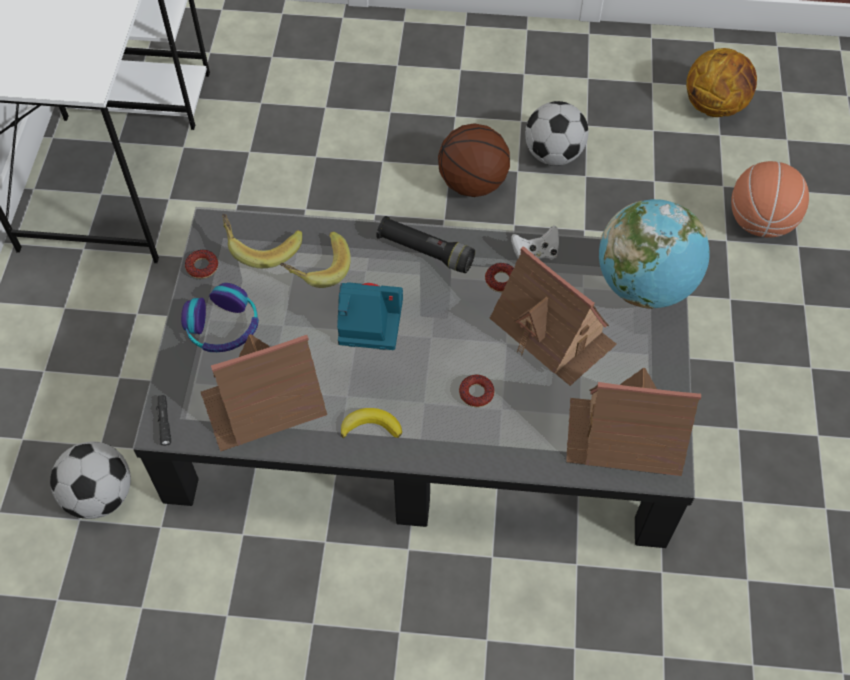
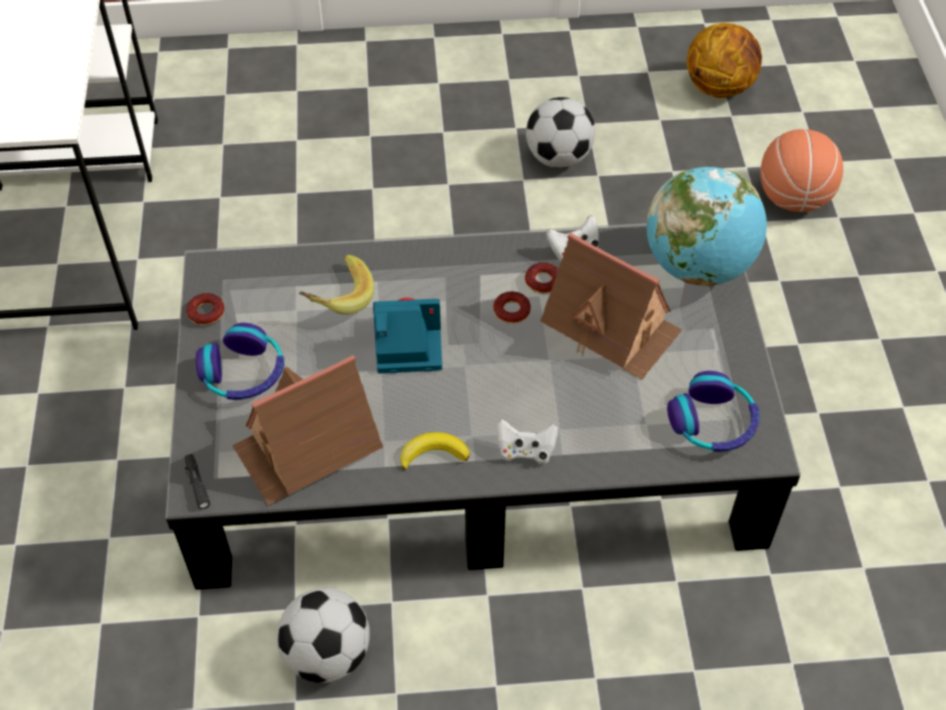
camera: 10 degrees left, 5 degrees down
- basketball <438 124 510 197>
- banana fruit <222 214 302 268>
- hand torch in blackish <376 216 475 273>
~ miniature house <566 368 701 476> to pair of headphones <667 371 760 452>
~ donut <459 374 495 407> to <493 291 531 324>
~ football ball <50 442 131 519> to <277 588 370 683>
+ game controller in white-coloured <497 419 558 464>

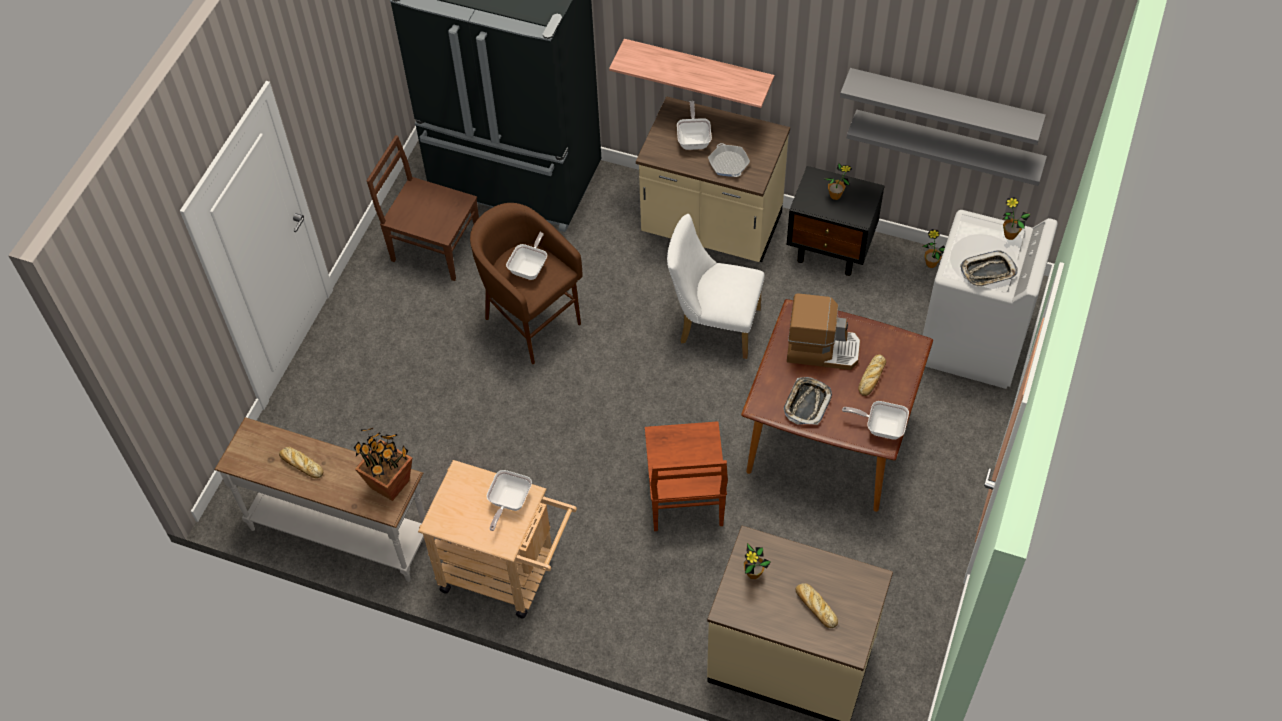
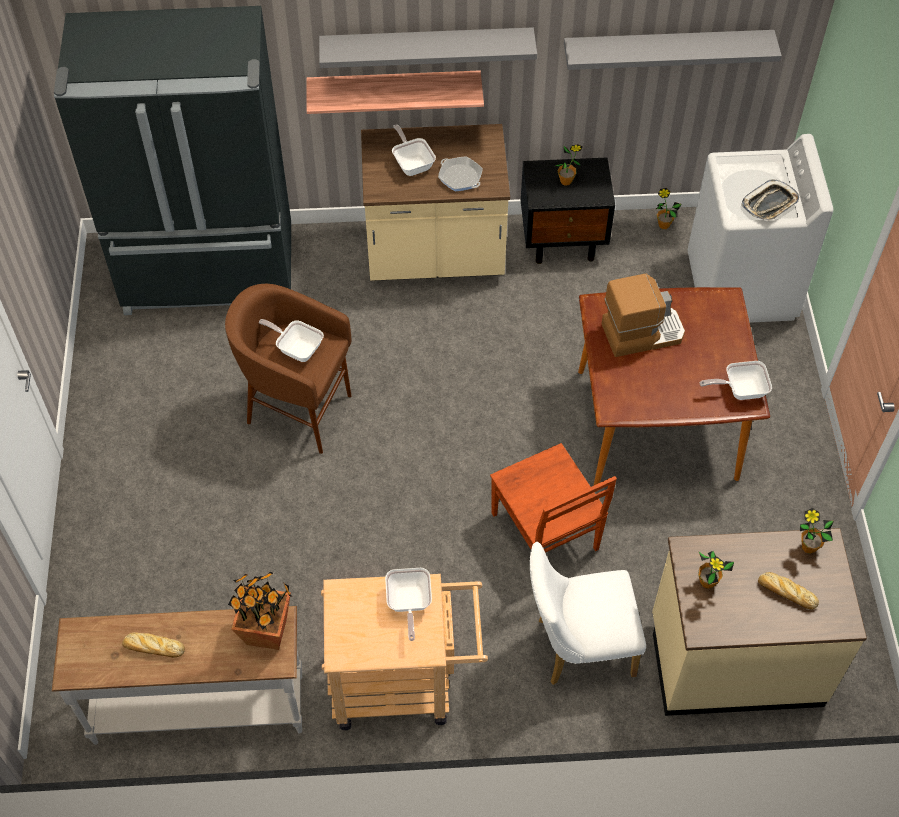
camera: 25 degrees left, 0 degrees up
~ wall shelf in grey <847 110 1047 186> to <319 27 537 68>
- plain chair in brownish <366 135 479 281>
~ potted plant <1003 197 1031 240> to <800 508 834 554>
~ plain chair in white-coloured <667 214 765 359> to <530 542 646 685>
~ skillet <506 232 547 280> = <259 319 324 362> 60 degrees counterclockwise
- baked bread <858 354 886 396>
- serving tray <784 377 832 425>

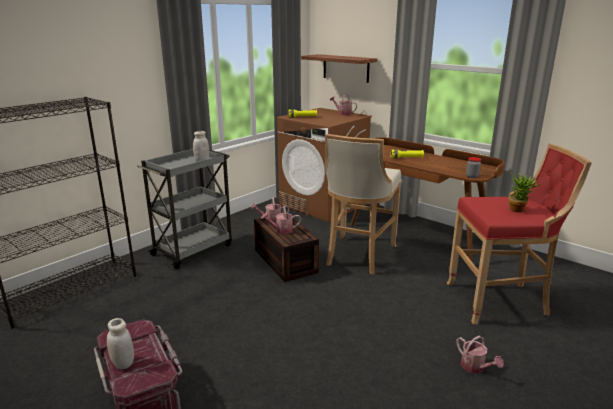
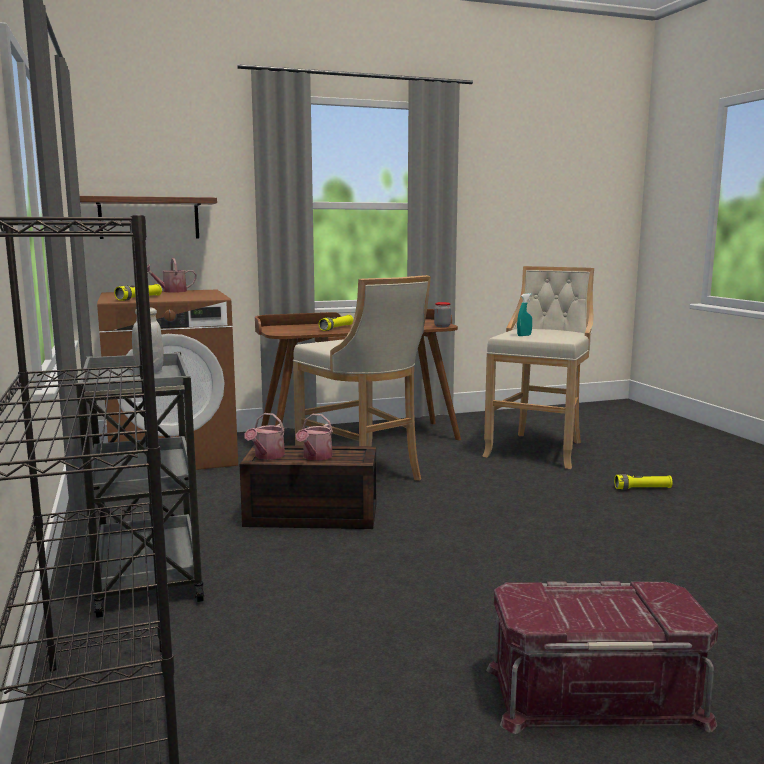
camera: 60 degrees left, 10 degrees down
~ sitting stool in red-coloured <447 144 592 324> to sitting stool in sand-coloured <482 266 594 469>
- potted plant <508 172 541 212>
- preserve jar in white-coloured <107 318 134 369>
~ sprinkling can <456 336 504 373> to hand torch in yellow-coloured <614 474 672 490>
+ sprayer in turquoise <517 293 532 336>

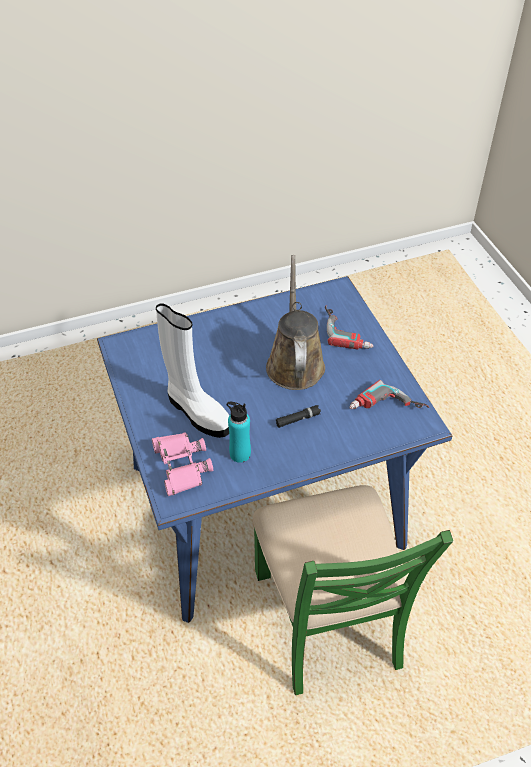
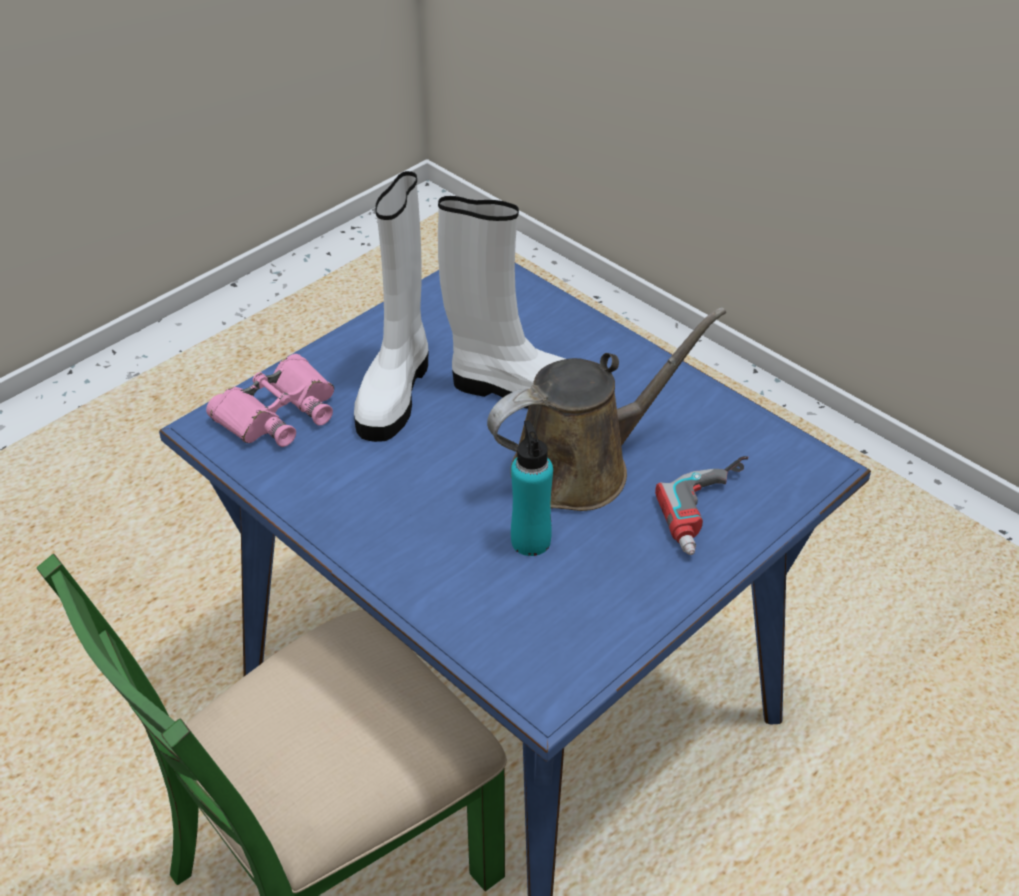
camera: 65 degrees right, 5 degrees down
- electric drill <349 380 429 409>
~ beverage bottle in turquoise <227 402 251 463> to <511 420 553 556>
- hand torch in blackish <276 405 321 428>
+ tall boot in white-coloured <438 196 565 409>

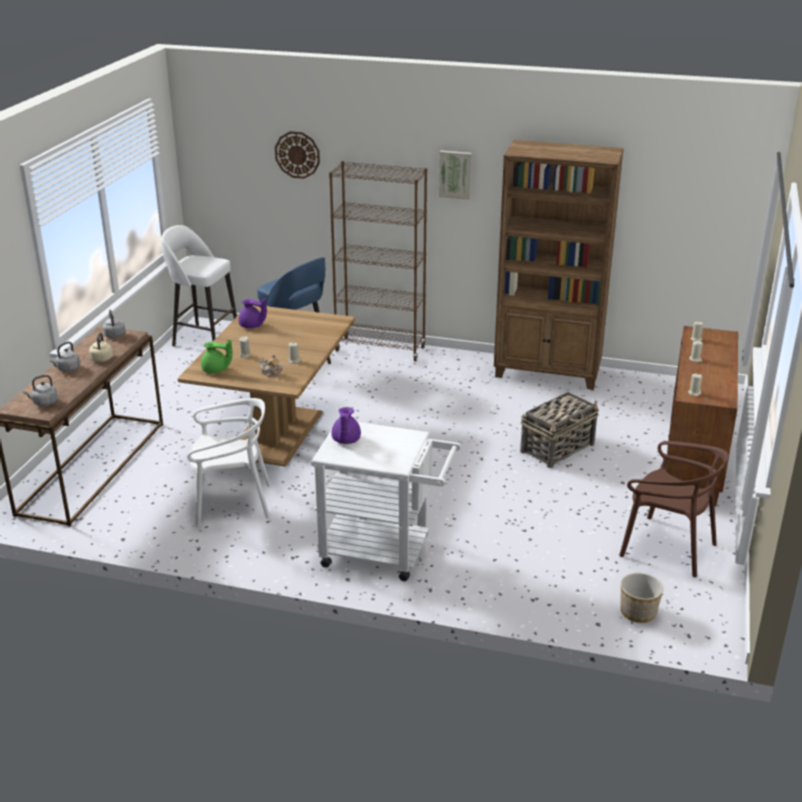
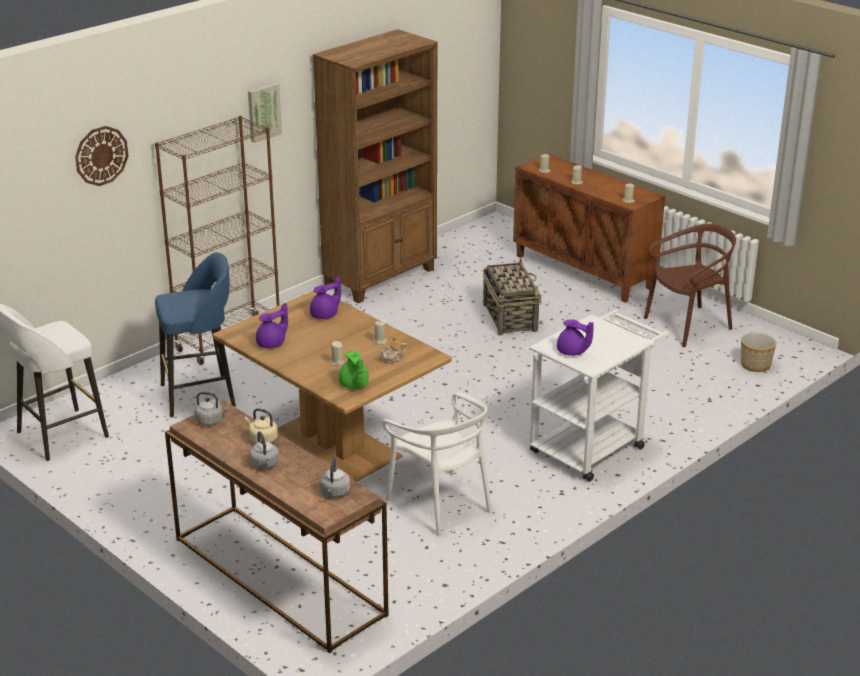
camera: 60 degrees left, 0 degrees up
~ teapot in green <201 340 233 373> = <339 351 369 389> 120 degrees clockwise
~ plain chair in white-coloured <187 398 271 527> = <382 392 492 535> 120 degrees clockwise
+ teapot in purple-coloured <310 276 341 319>

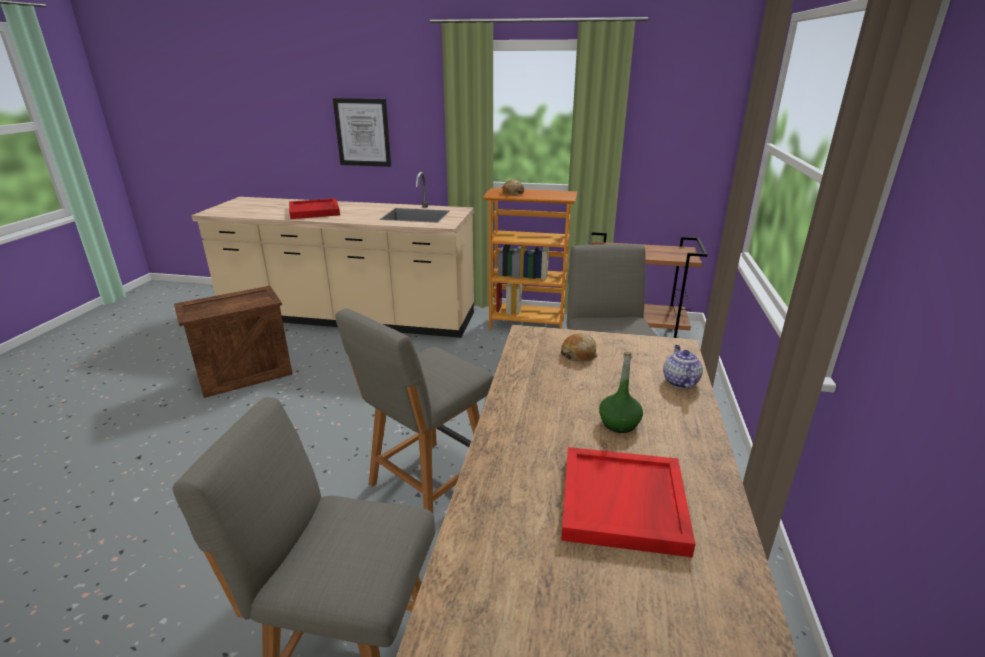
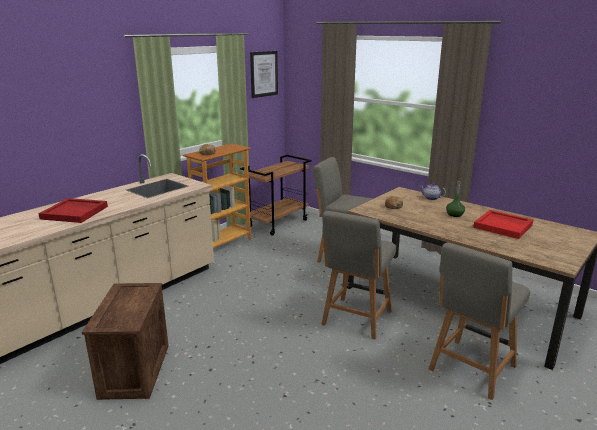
camera: 60 degrees left, 5 degrees down
~ picture <333 98 391 167> to <250 51 278 98>
~ plain chair in grey <335 309 494 513> = <321 211 396 340> 45 degrees clockwise

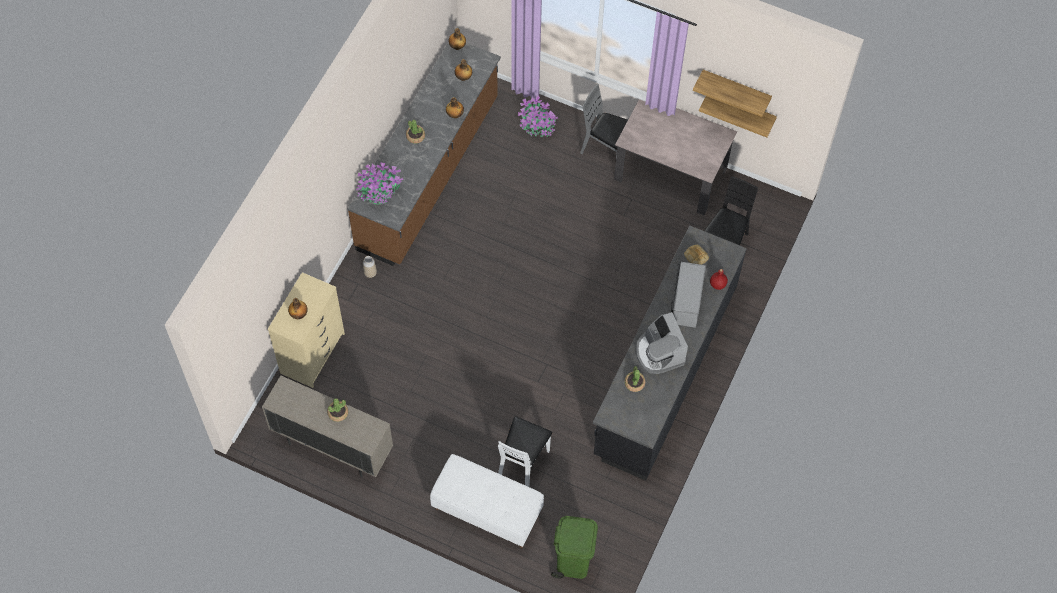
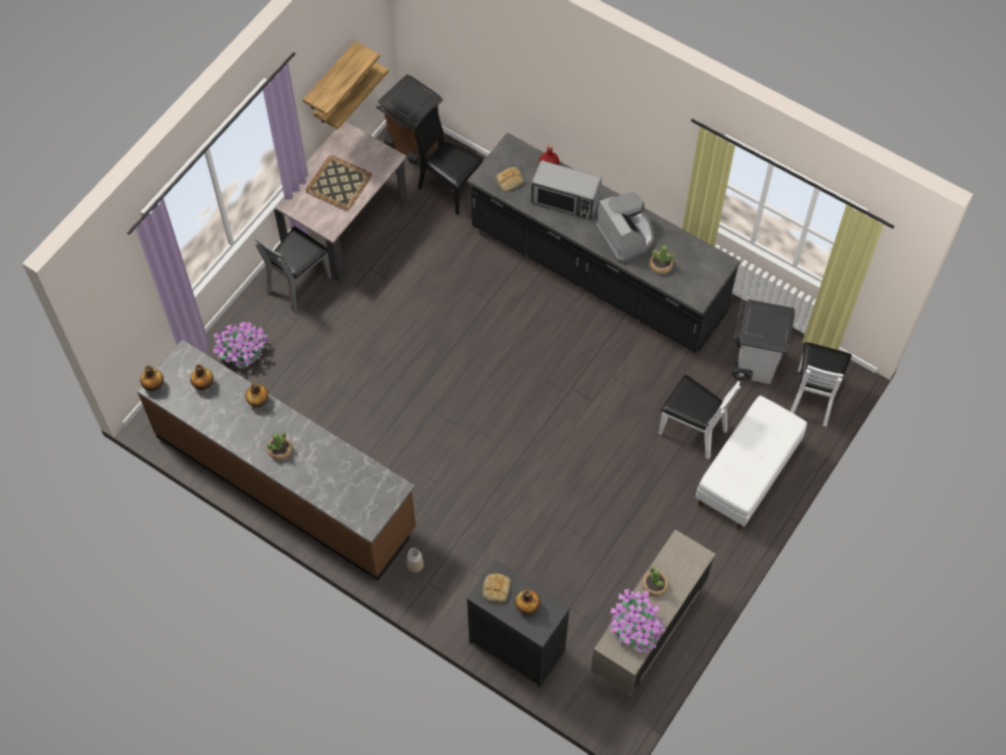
camera: 80 degrees left, 0 degrees up
~ potted plant <356 162 403 205> to <609 589 666 654>
~ drawer chest in sand-coloured <267 272 345 388> to drawer chest in blackish <466 559 571 688>
~ coffee machine <636 312 688 374> = <596 192 654 262> 105 degrees counterclockwise
~ waste bin in green <551 516 598 579> to plain chair in white-coloured <790 342 852 427>
+ waste bin in brownish <376 74 443 164>
+ serving tray <306 155 372 210>
+ waste bin in grey <732 299 795 384>
+ baked bread <483 573 510 603>

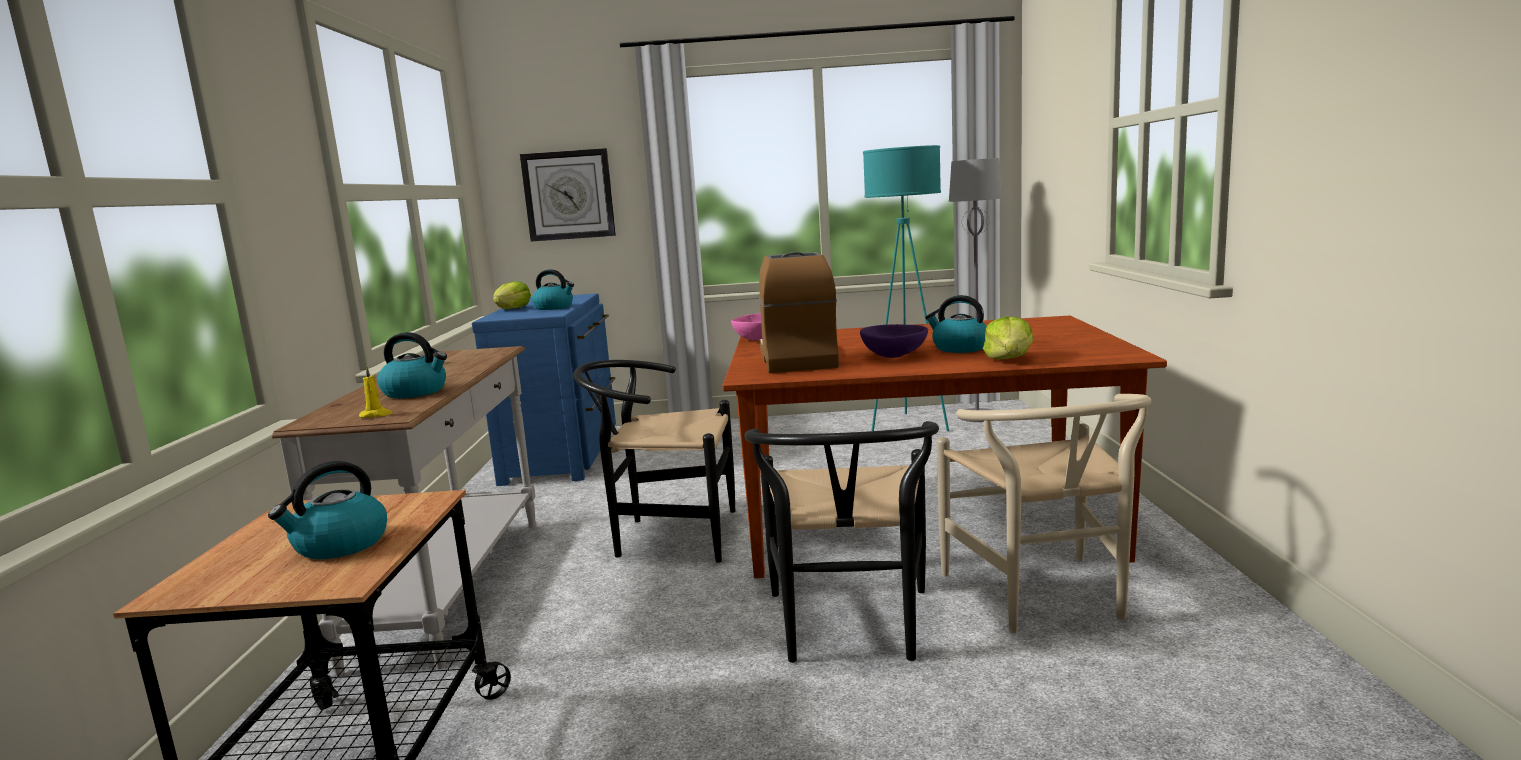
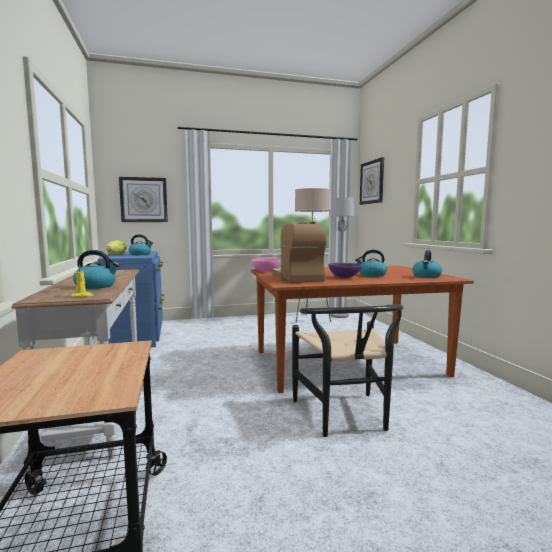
camera: 15 degrees left, 5 degrees down
~ standard lamp in turquoise <863 145 949 431> to standard lamp in sand-coloured <295 188 331 323>
- head of lettuce <983 317 1034 360>
- plain chair in blackish <573 360 735 563>
- plain chair in sand-coloured <937 394 1151 633>
~ tea kettle <268 461 387 559> to <412 250 442 278>
+ hanging clock <360 157 384 205>

